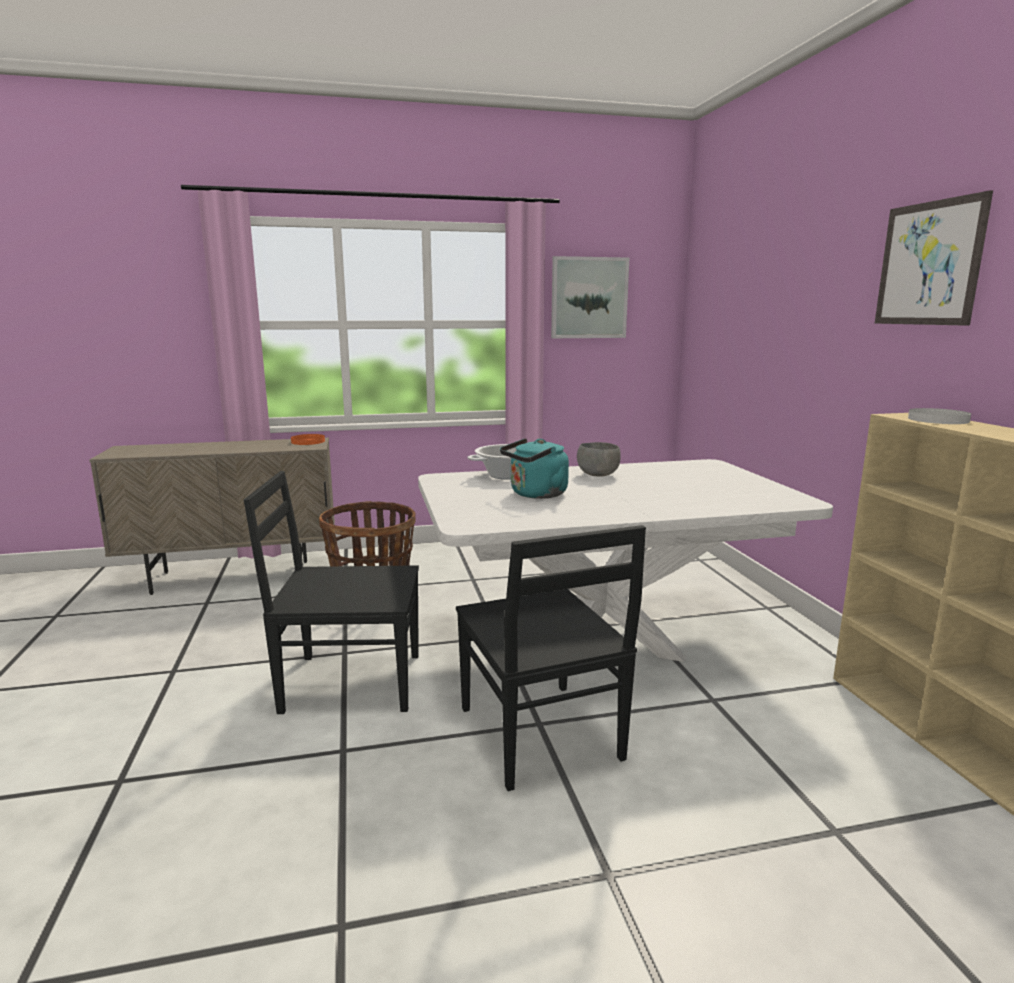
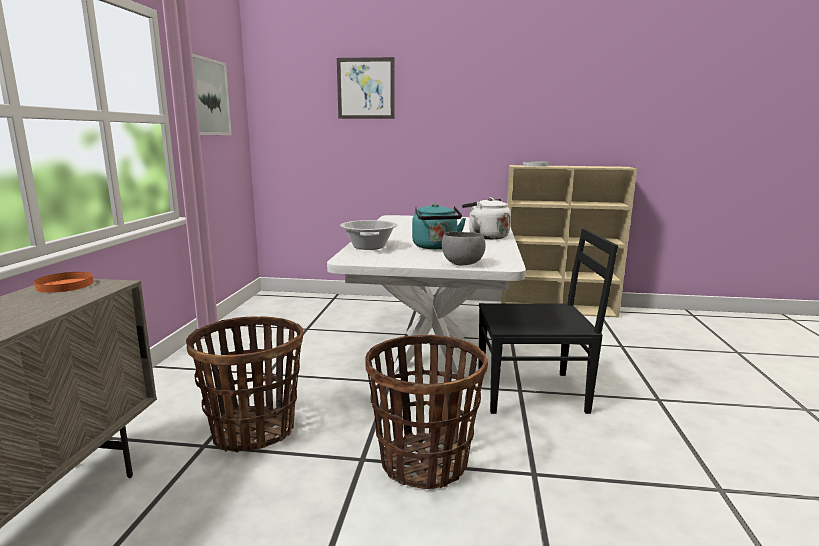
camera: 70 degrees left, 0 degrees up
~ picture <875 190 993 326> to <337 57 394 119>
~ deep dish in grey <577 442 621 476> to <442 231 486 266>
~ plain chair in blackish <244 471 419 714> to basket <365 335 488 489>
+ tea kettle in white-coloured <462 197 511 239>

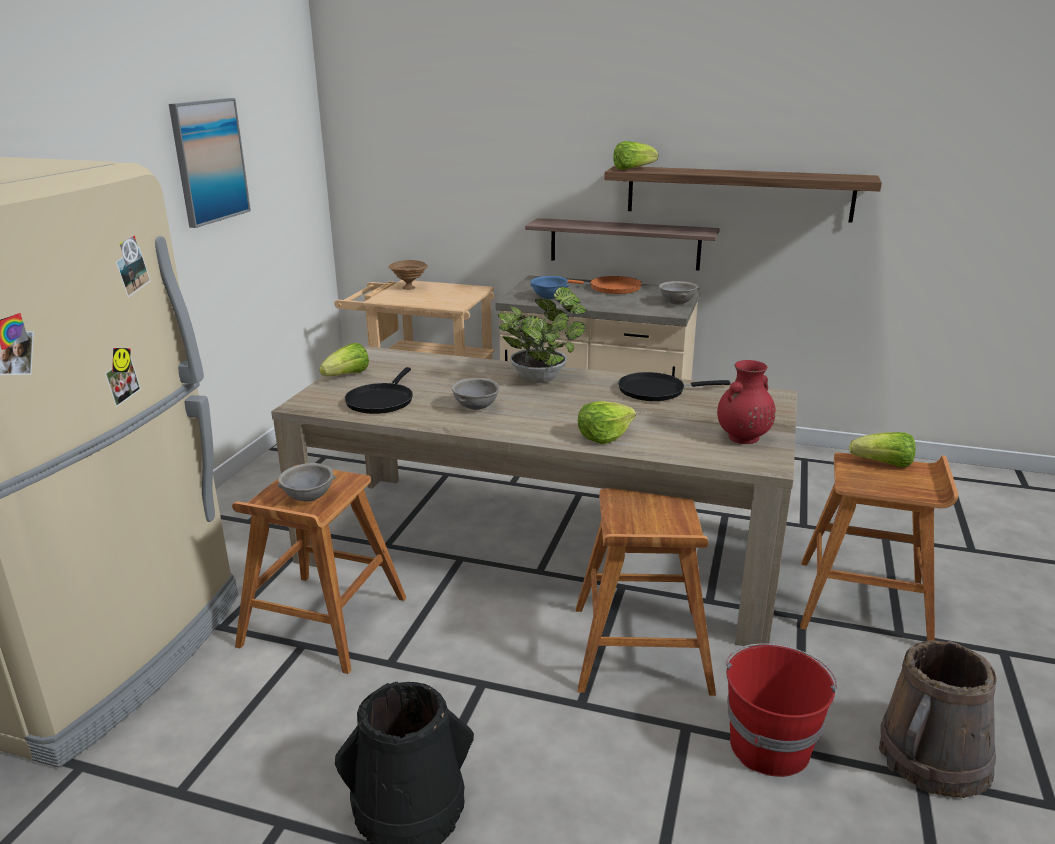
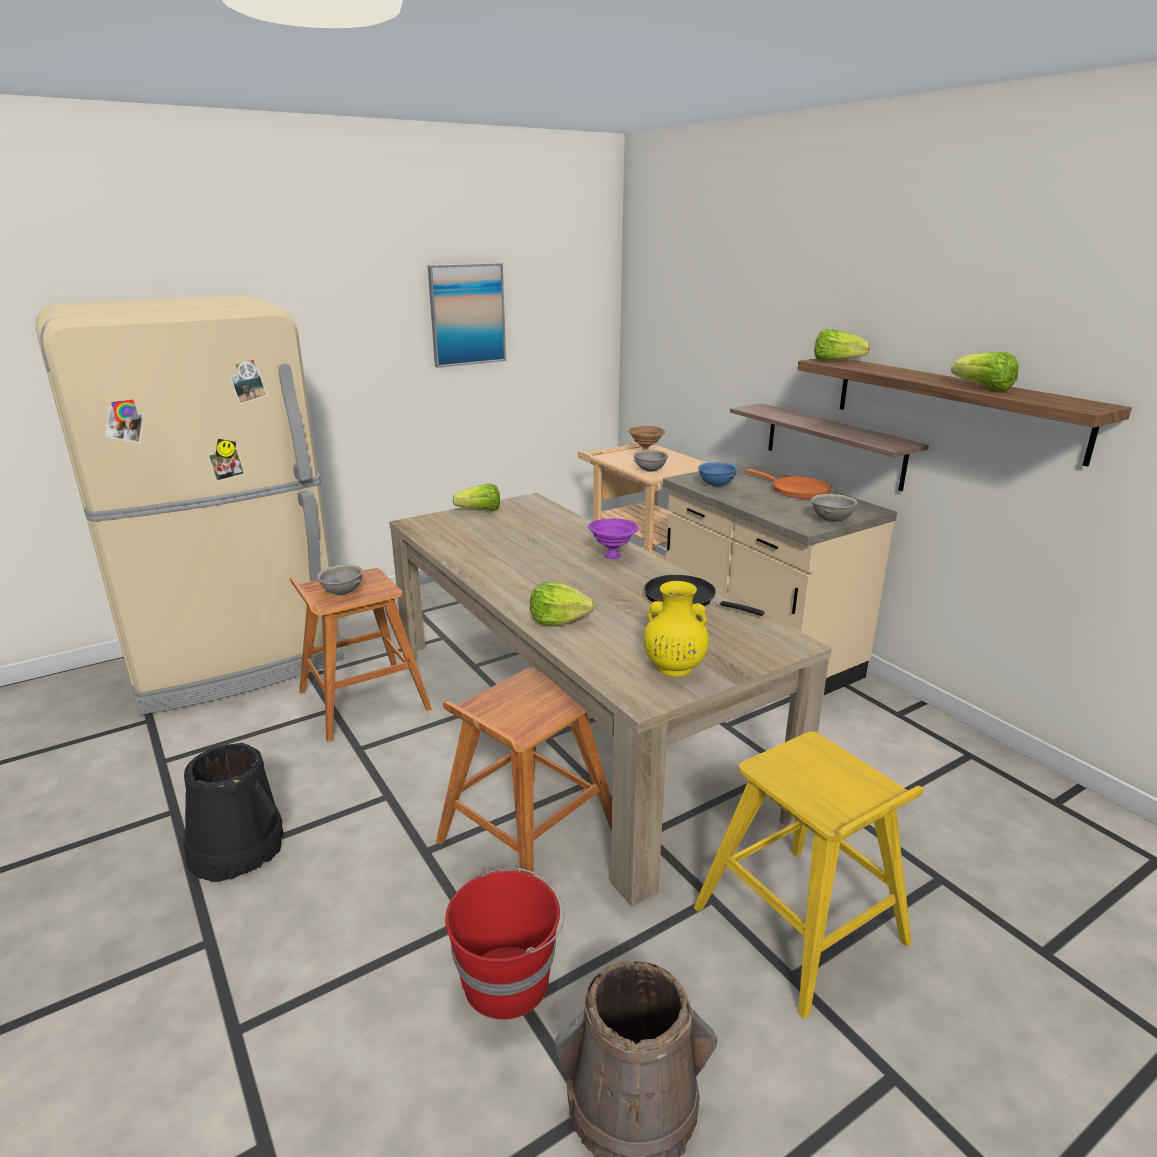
camera: 40 degrees right, 0 degrees up
~ potted plant <498 287 587 383> to deep dish in purple-coloured <588 519 639 559>
~ decorative vase in red-coloured <717 360 776 444> to decorative vase in yellow-coloured <644 581 709 677>
- skillet in blackish <344 367 413 414>
~ deep dish in grey <452 378 500 410> to <633 450 668 472>
~ head of lettuce <849 432 916 467> to <951 352 1019 391>
~ sitting stool in brownish <800 452 958 641> to sitting stool in yellow-coloured <694 731 924 1019>

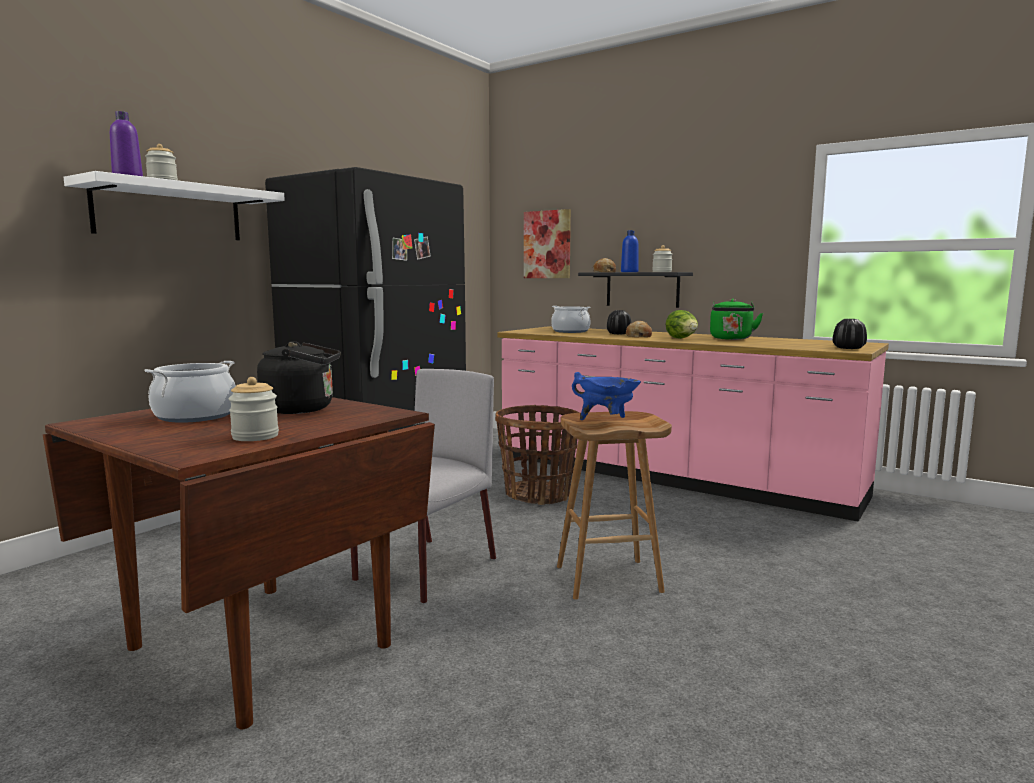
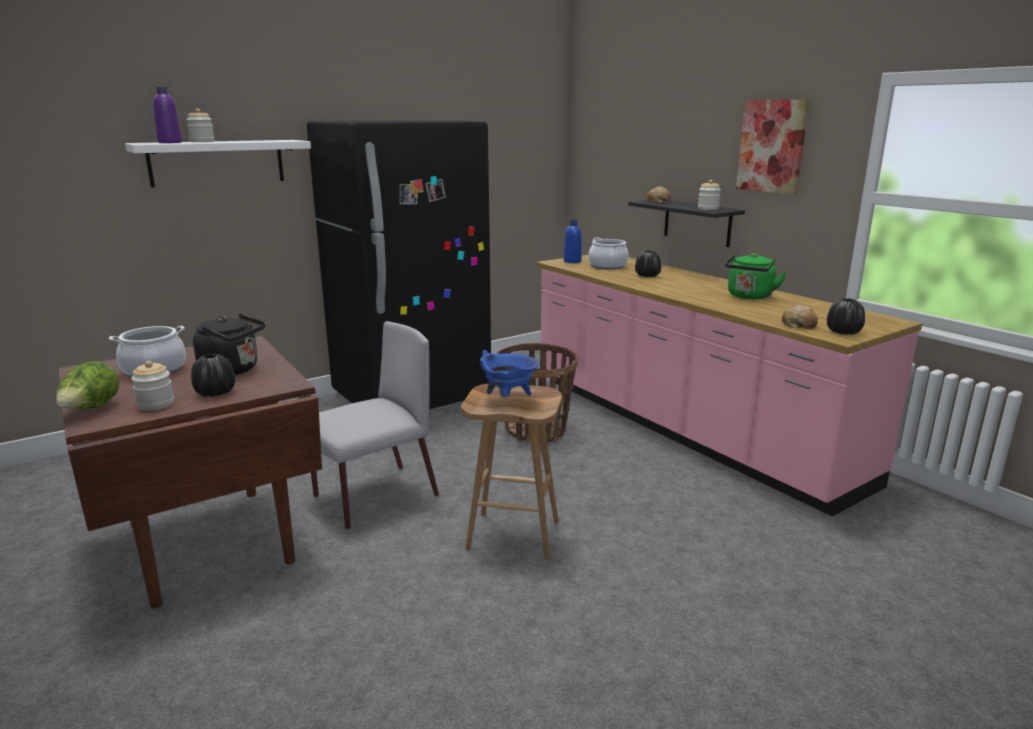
camera: 20 degrees right, 10 degrees up
~ picture <524 209 571 278> to <736 99 810 195>
~ beverage bottle in blue <621 230 639 272> to <564 220 582 263>
~ head of lettuce <665 310 698 339> to <56 361 119 409>
~ baked bread <626 321 652 338> to <782 305 818 329>
+ decorative vase in blackish <191 354 236 397>

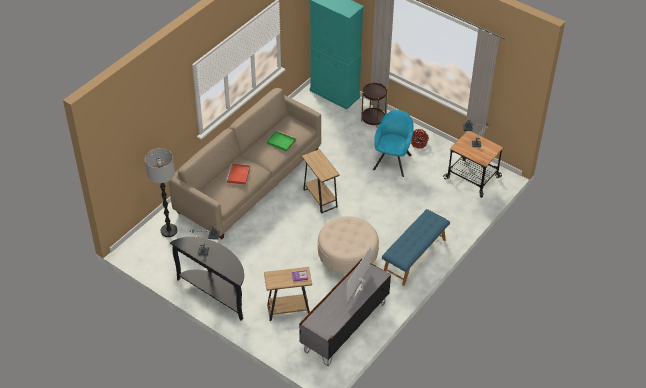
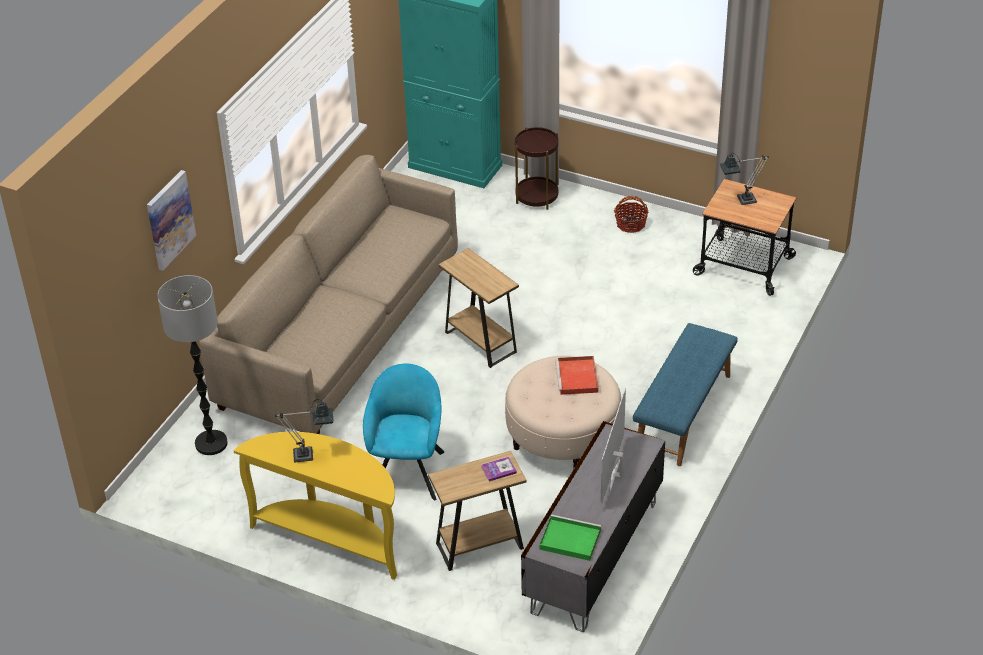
camera: 10 degrees left, 5 degrees down
~ lounge chair in turquoise <373 110 414 177> to <363 363 444 500>
~ serving tray in green <267 130 296 152> to <539 515 601 561>
~ serving tray in red-coloured <226 164 250 185> to <555 356 598 395>
~ console table in blackish <170 237 244 321> to console table in yellow-coloured <234 432 397 580>
+ picture <147 170 196 271>

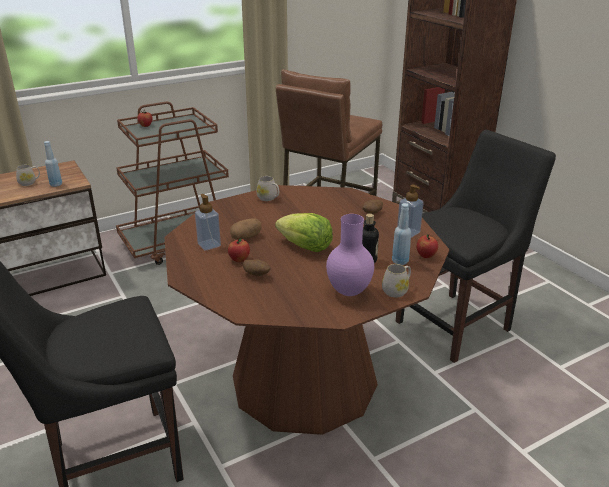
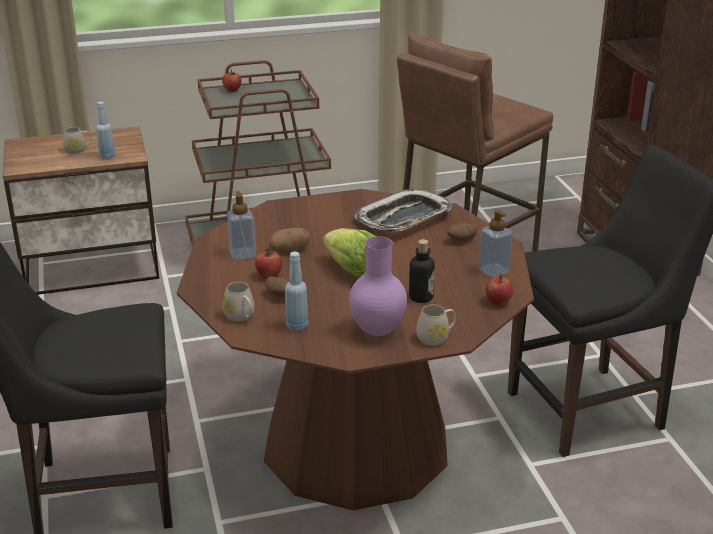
camera: 15 degrees right, 0 degrees up
~ tea mug in white-coloured <257 176 279 201> to <223 282 255 322>
~ beverage bottle in blue <392 203 411 265> to <285 252 308 331>
+ serving tray <355 189 452 231>

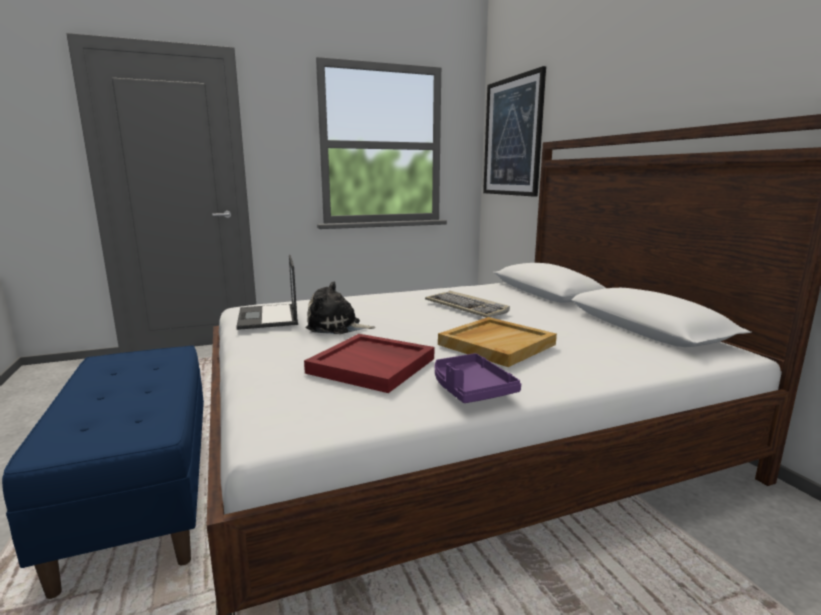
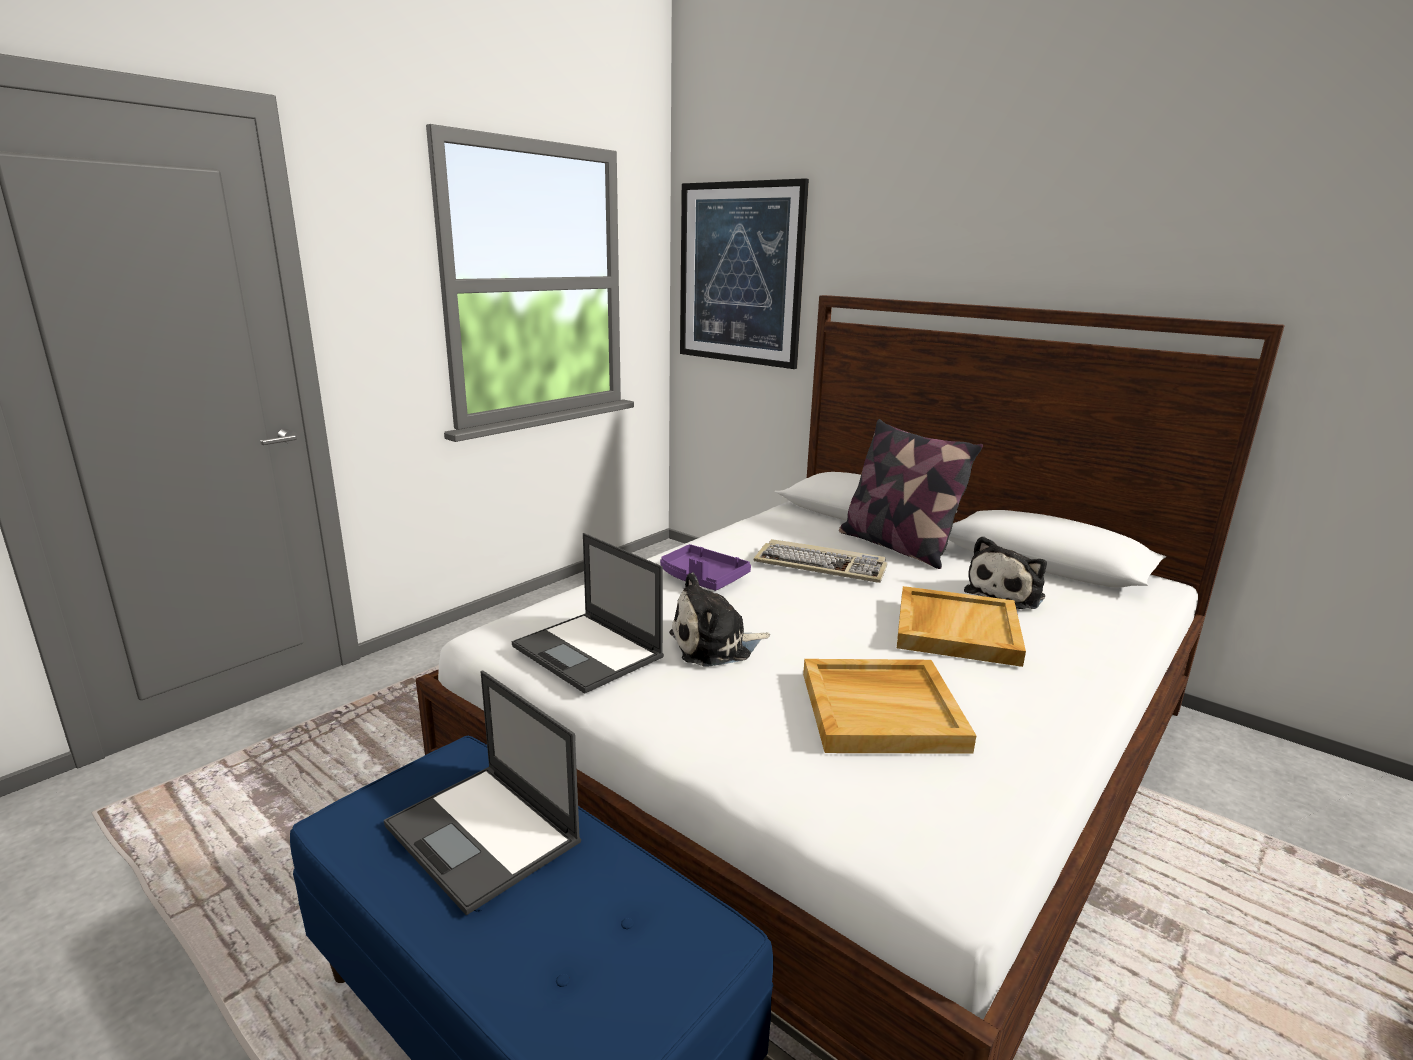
camera: 30 degrees left, 5 degrees up
~ serving tray in red-coloured <304 334 434 393> to serving tray in sand-coloured <803 659 976 754>
~ serving tray in purple-coloured <435 353 521 403> to <660 544 751 591>
+ pillow <839 419 983 569>
+ cuddly toy <964 536 1047 609>
+ portable computer <384 671 581 915>

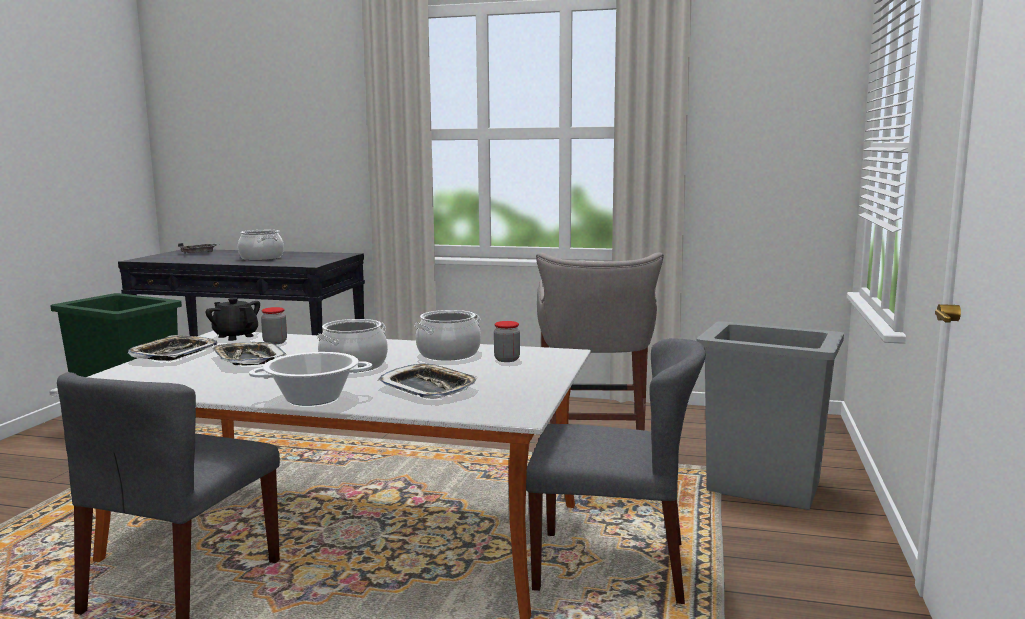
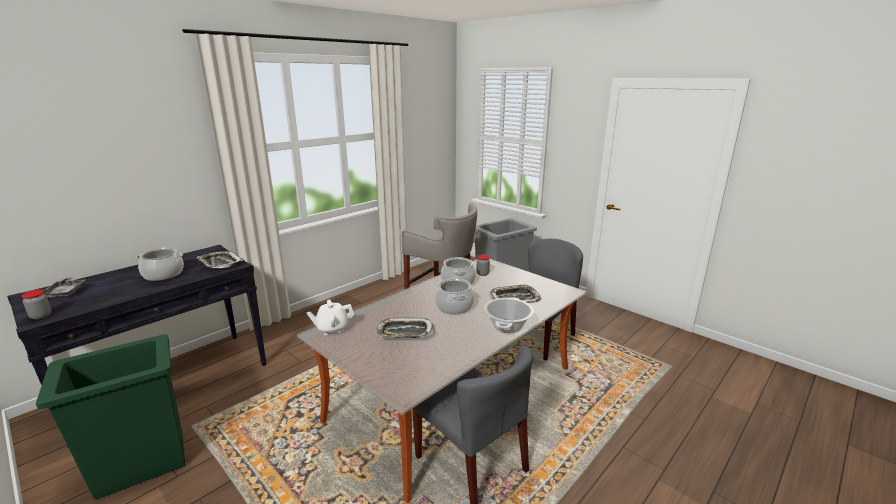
camera: 60 degrees left, 10 degrees up
~ teapot in blackish <206 298 260 341> to teapot in white-coloured <307 300 354 335>
~ preserve jar <261 307 287 345> to <21 290 52 320>
~ serving tray <128 335 217 361> to <197 251 243 268>

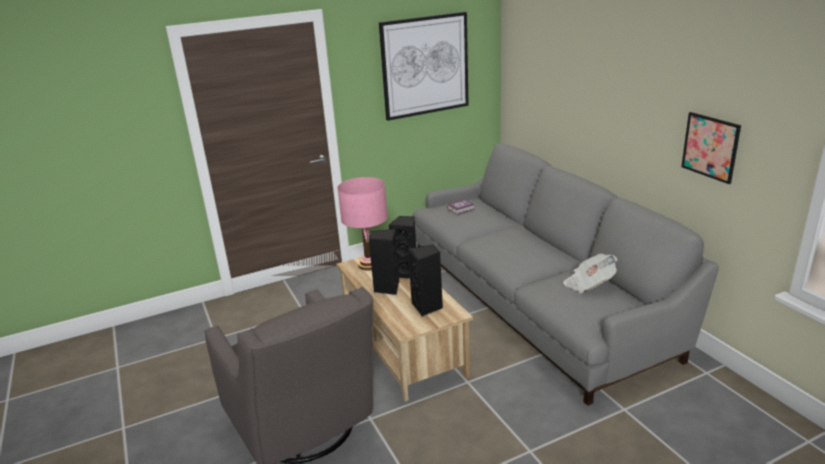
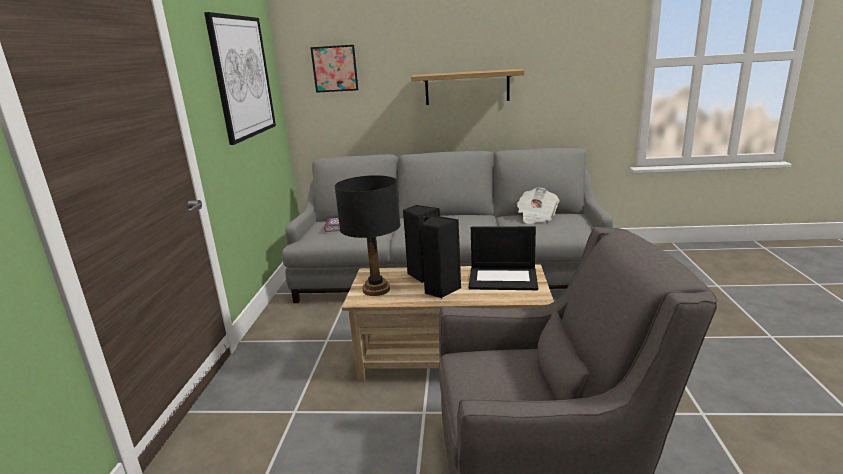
camera: 60 degrees left, 5 degrees down
~ picture <681 112 741 184> to <310 45 358 93>
~ tabletop lamp in pink <337 177 388 271> to tabletop lamp in blackish <334 175 400 296>
~ audio speaker in blackish <408 245 443 317> to portable computer <469 226 538 290>
+ wall shelf <411 69 524 105>

